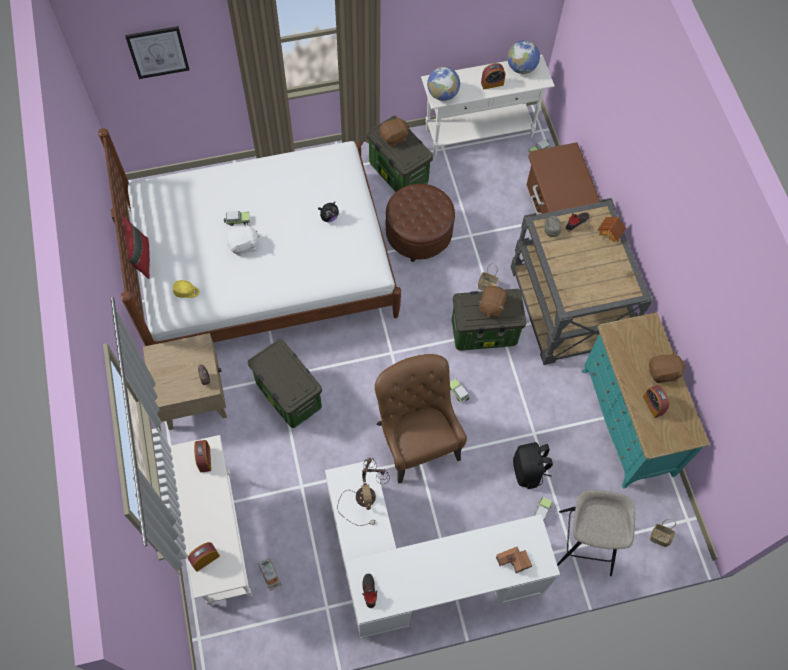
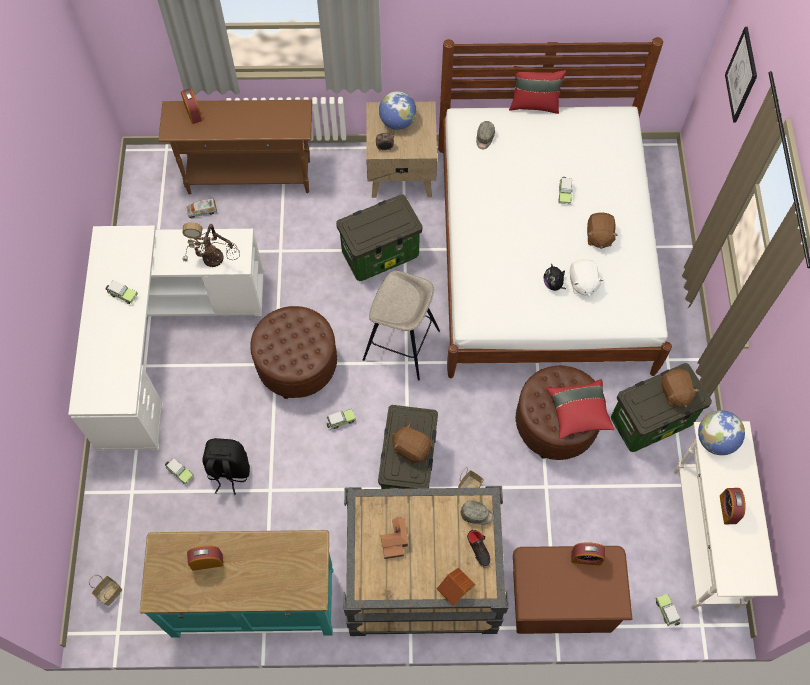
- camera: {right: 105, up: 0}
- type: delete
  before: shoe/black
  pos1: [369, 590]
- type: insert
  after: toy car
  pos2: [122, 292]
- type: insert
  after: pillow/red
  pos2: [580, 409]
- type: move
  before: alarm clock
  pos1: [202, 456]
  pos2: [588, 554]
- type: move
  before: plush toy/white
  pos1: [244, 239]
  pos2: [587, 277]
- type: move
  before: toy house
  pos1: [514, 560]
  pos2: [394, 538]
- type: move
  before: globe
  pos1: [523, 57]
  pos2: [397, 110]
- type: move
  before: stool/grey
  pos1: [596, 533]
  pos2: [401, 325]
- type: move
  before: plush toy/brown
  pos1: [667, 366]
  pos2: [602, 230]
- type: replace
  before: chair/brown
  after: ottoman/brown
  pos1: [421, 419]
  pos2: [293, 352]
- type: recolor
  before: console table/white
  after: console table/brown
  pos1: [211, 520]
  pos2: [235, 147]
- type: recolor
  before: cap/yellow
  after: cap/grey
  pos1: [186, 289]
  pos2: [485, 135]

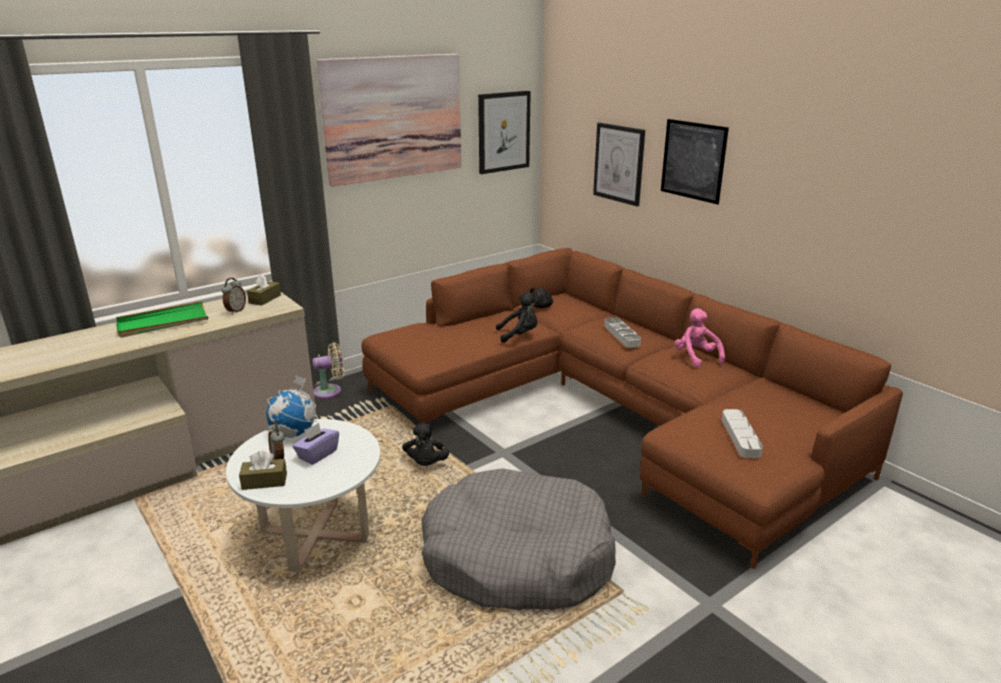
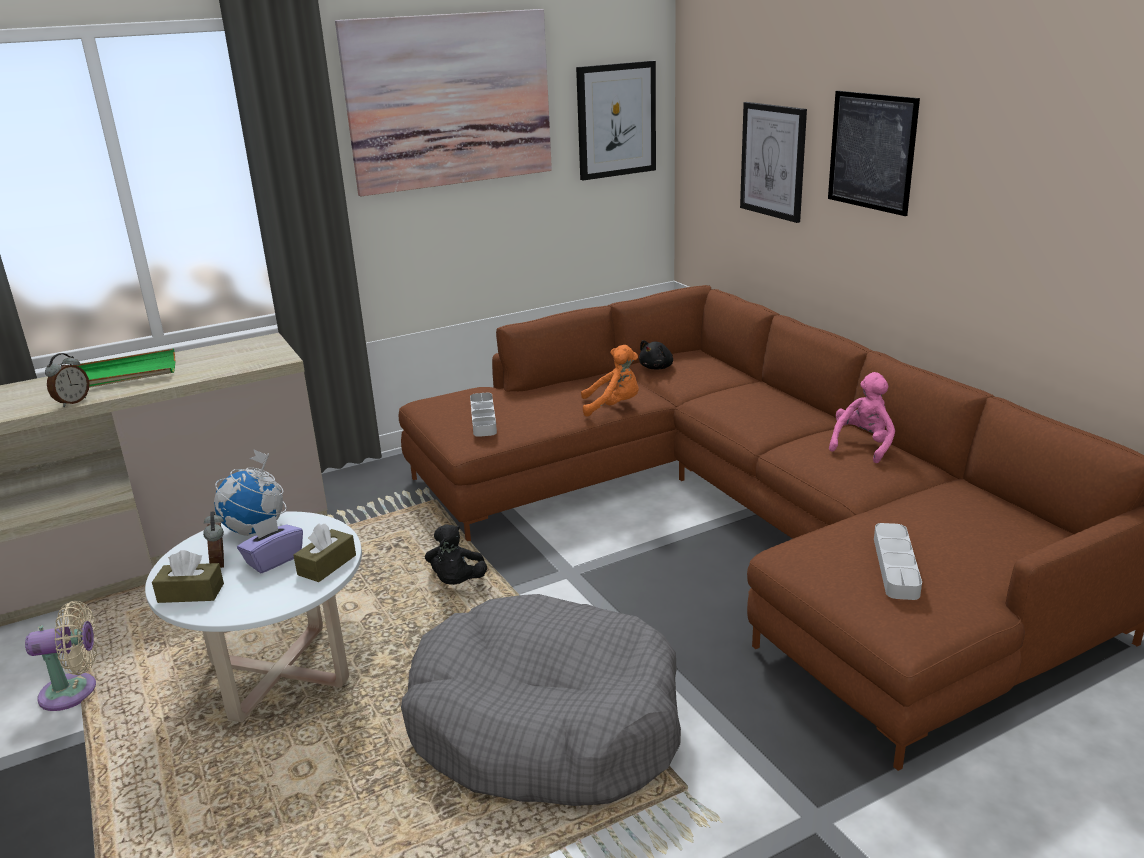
- camera: {right: 10, up: 0}
- type: move
  before: alarm clock
  pos1: [234, 296]
  pos2: [67, 380]
- type: move
  before: tissue box/brown
  pos1: [264, 290]
  pos2: [324, 552]
- type: move
  before: fan/beige
  pos1: [328, 370]
  pos2: [61, 656]
- type: move
  before: tray/grey
  pos1: [622, 332]
  pos2: [483, 415]
- type: recolor
  before: plush toy/black
  after: plush toy/orange
  pos1: [517, 317]
  pos2: [610, 380]
- type: rotate
  before: plush toy/pink
  pos1: [699, 338]
  pos2: [862, 417]
  turn: 45

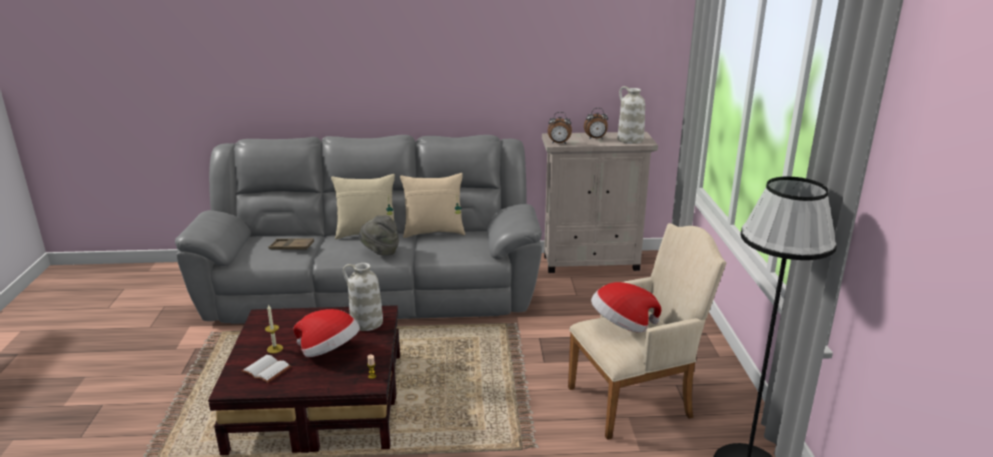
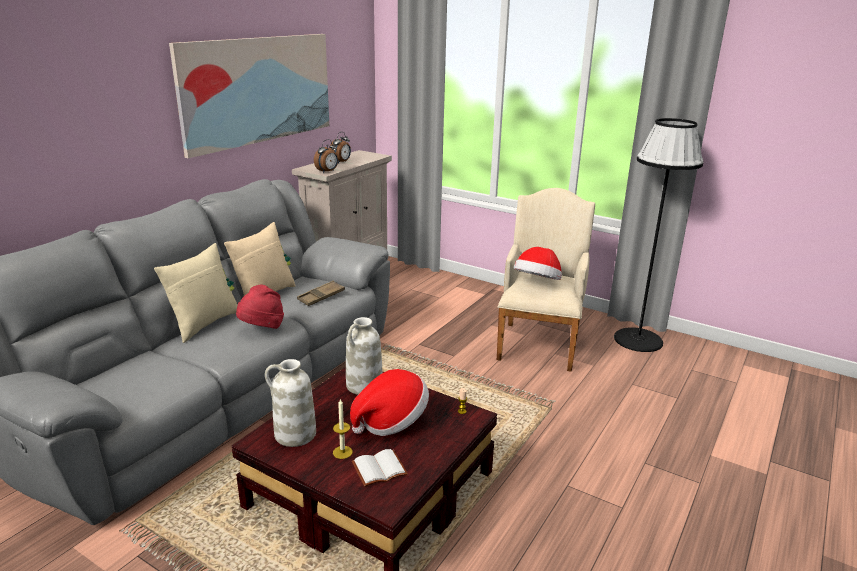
- camera: {right: -55, up: 0}
- type: insert
  after: picture
  pos2: [249, 96]
- type: move
  before: tray/brown
  pos1: [291, 244]
  pos2: [321, 293]
- type: move
  before: vase/white
  pos1: [631, 115]
  pos2: [290, 403]
- type: recolor
  before: hat/grey
  after: hat/red
  pos1: [379, 235]
  pos2: [260, 307]

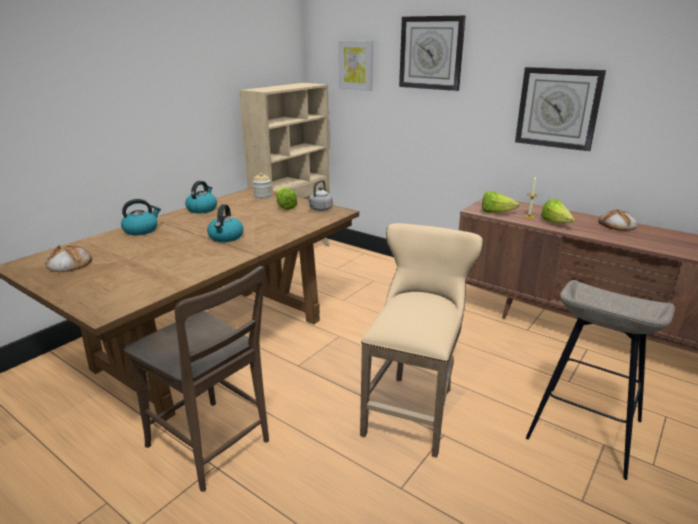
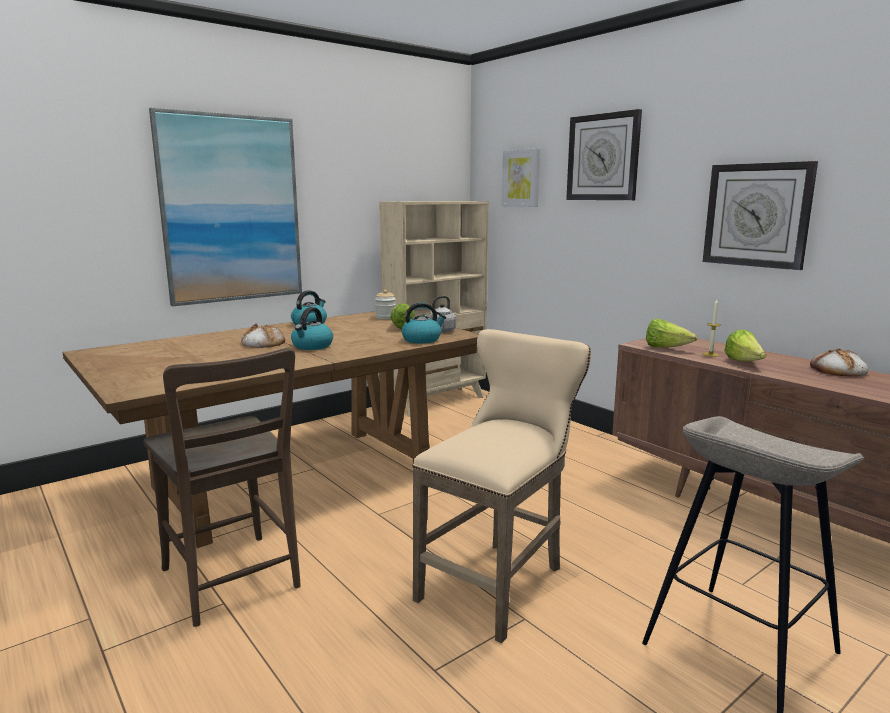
- camera: {right: 15, up: -10}
- type: insert
  after: picture
  pos2: [225, 207]
- type: move
  before: bread
  pos1: [68, 258]
  pos2: [263, 335]
- type: move
  before: kettle
  pos1: [141, 217]
  pos2: [423, 323]

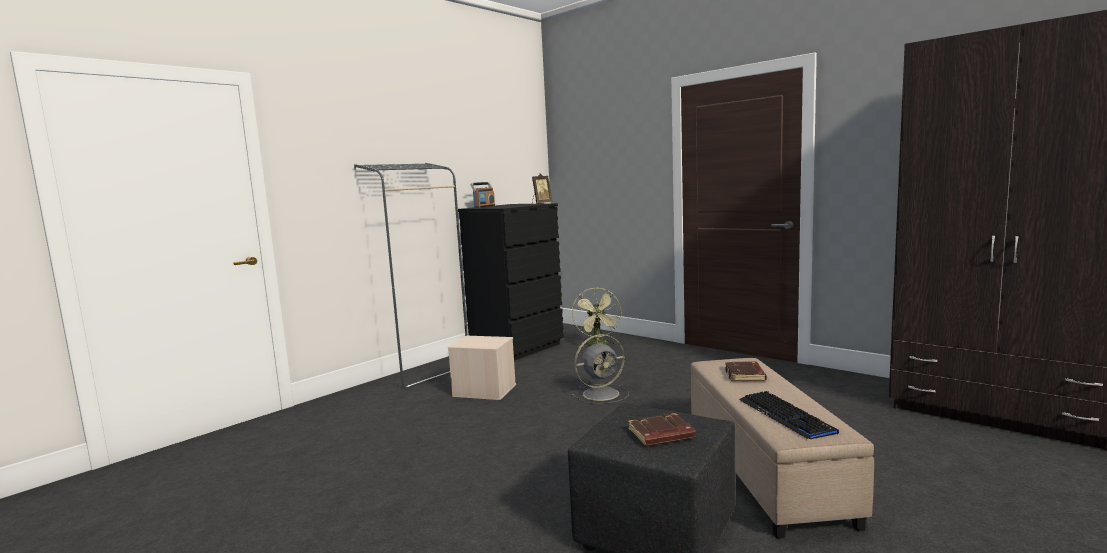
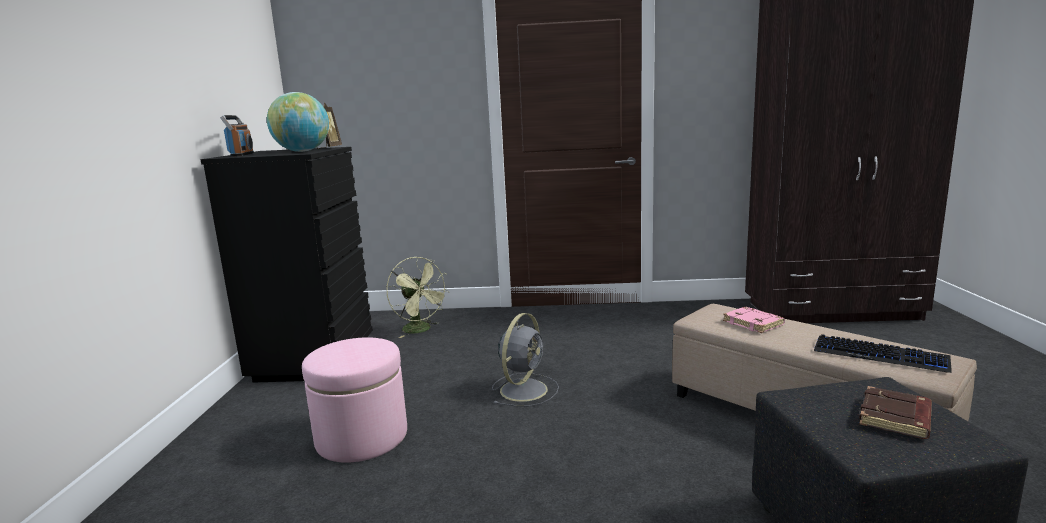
- camera: {right: -40, up: 5}
- type: delete
  before: clothes rack/grey
  pos1: [411, 275]
- type: insert
  after: globe
  pos2: [298, 122]
- type: replace
  before: storage box/beige
  after: ottoman/pink
  pos1: [482, 368]
  pos2: [354, 400]
- type: recolor
  before: book/brown
  after: book/pink
  pos1: [746, 371]
  pos2: [754, 320]

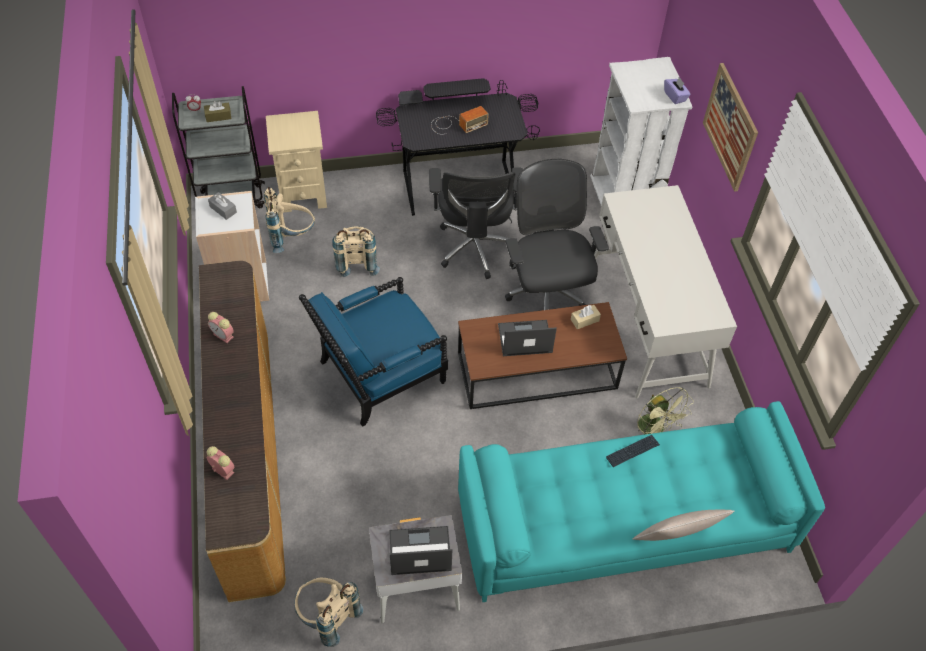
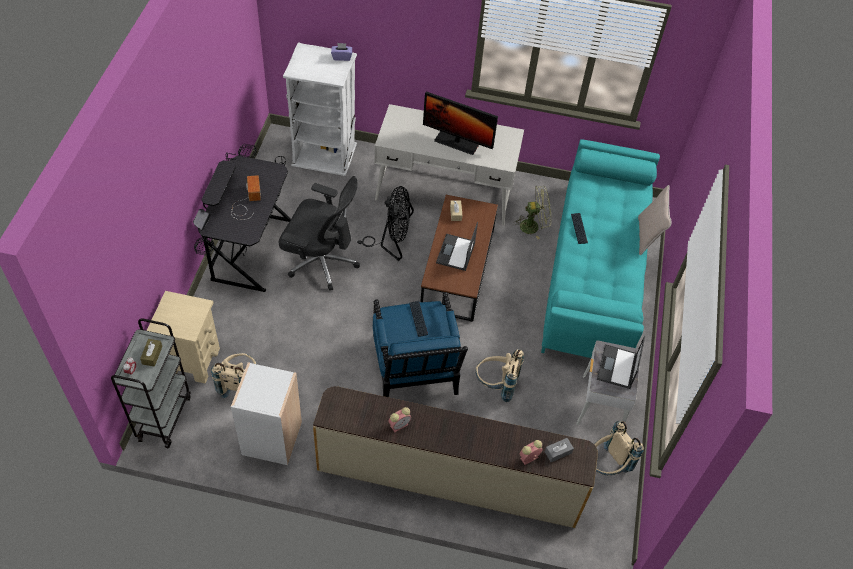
- camera: {right: -70, up: 0}
- type: delete
  before: picture
  pos1: [730, 127]
- type: insert
  after: keyboard
  pos2: [418, 319]
- type: insert
  after: monitor
  pos2: [460, 123]
- type: move
  before: tissue box/grey
  pos1: [222, 206]
  pos2: [559, 450]
- type: move
  before: backpack/beige
  pos1: [356, 251]
  pos2: [499, 375]
- type: replace
  before: office chair
  after: fan/black
  pos1: [557, 234]
  pos2: [385, 223]

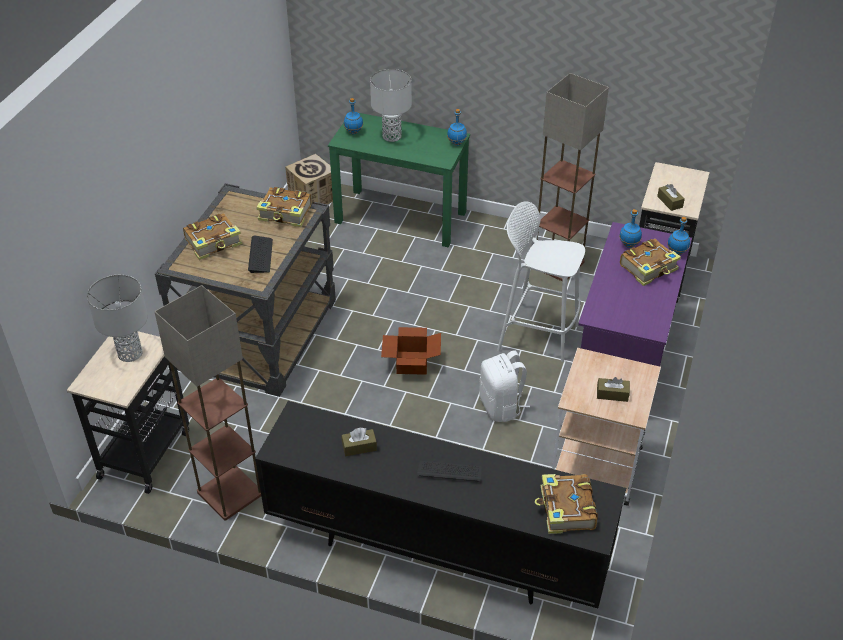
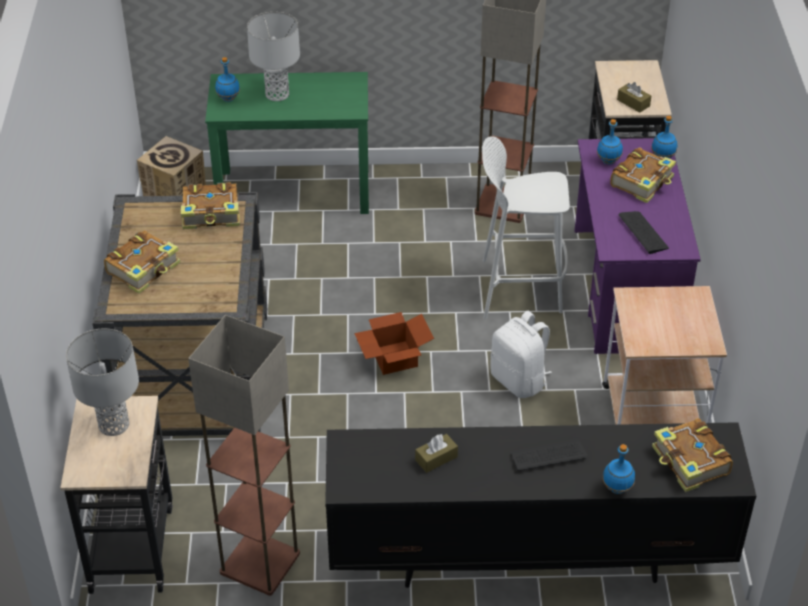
- camera: {right: -20, up: 0}
- type: delete
  before: tissue box/brown
  pos1: [613, 389]
- type: move
  before: keyboard
  pos1: [260, 254]
  pos2: [643, 232]
- type: move
  before: bottle/blue
  pos1: [457, 127]
  pos2: [619, 469]

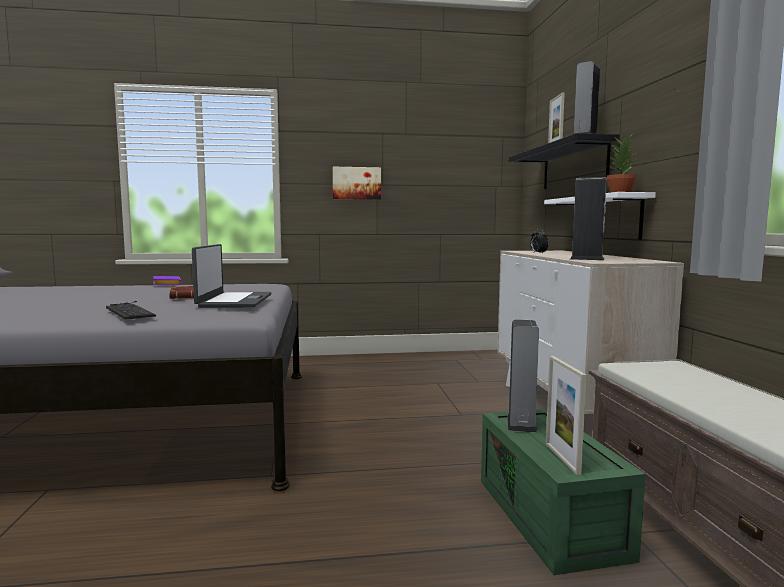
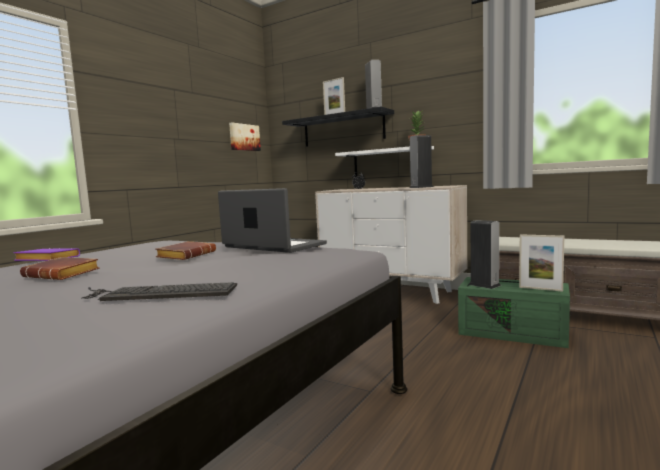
- camera: {right: -50, up: 0}
- type: insert
  after: book/brown
  pos2: [60, 268]
- type: move
  before: keyboard
  pos1: [131, 310]
  pos2: [159, 291]
- type: move
  before: picture
  pos1: [357, 183]
  pos2: [245, 137]

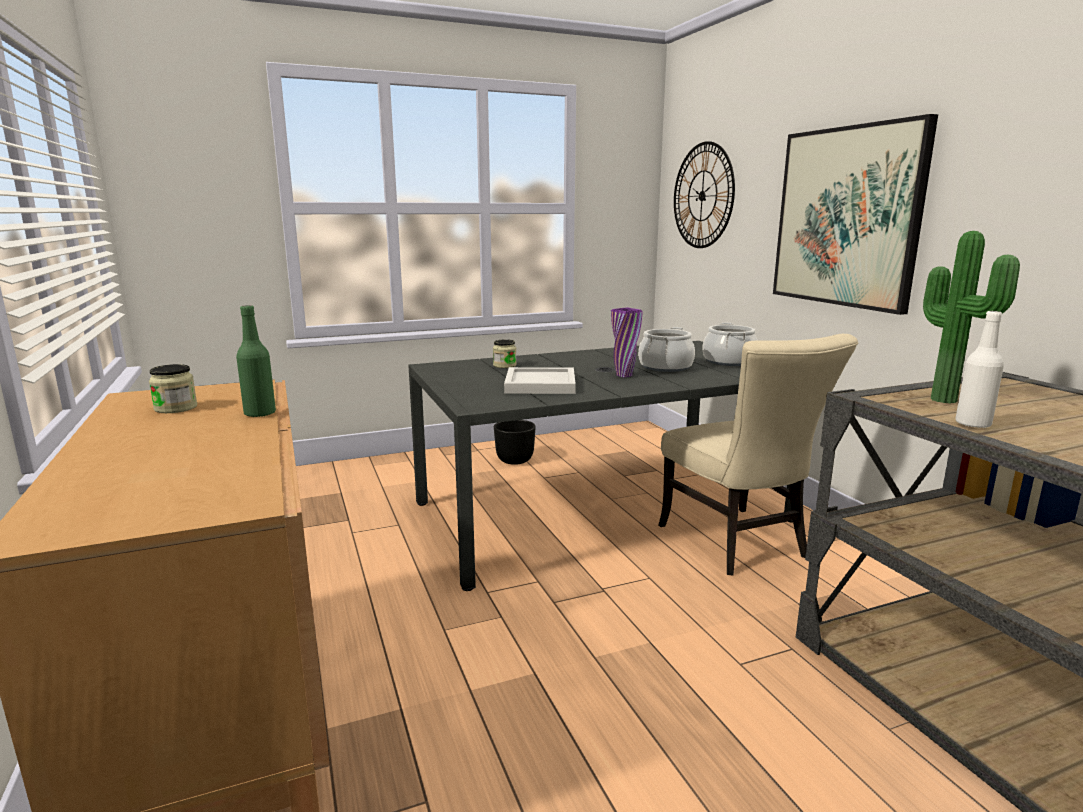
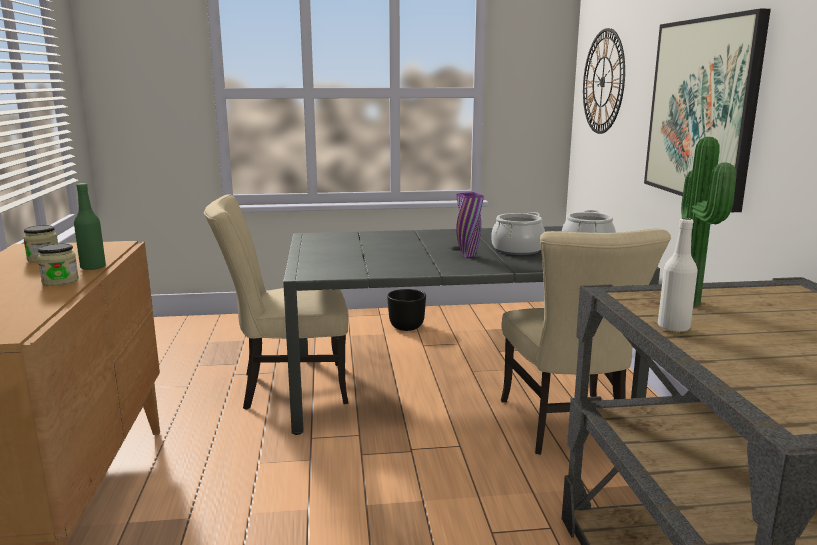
- camera: {right: 15, up: 0}
- type: delete
  before: tray/white
  pos1: [540, 380]
- type: insert
  after: chair/beige
  pos2: [276, 302]
- type: move
  before: jar
  pos1: [505, 353]
  pos2: [58, 264]

